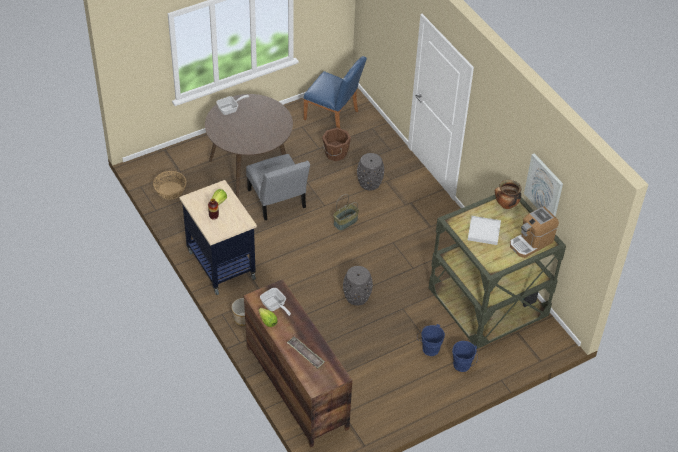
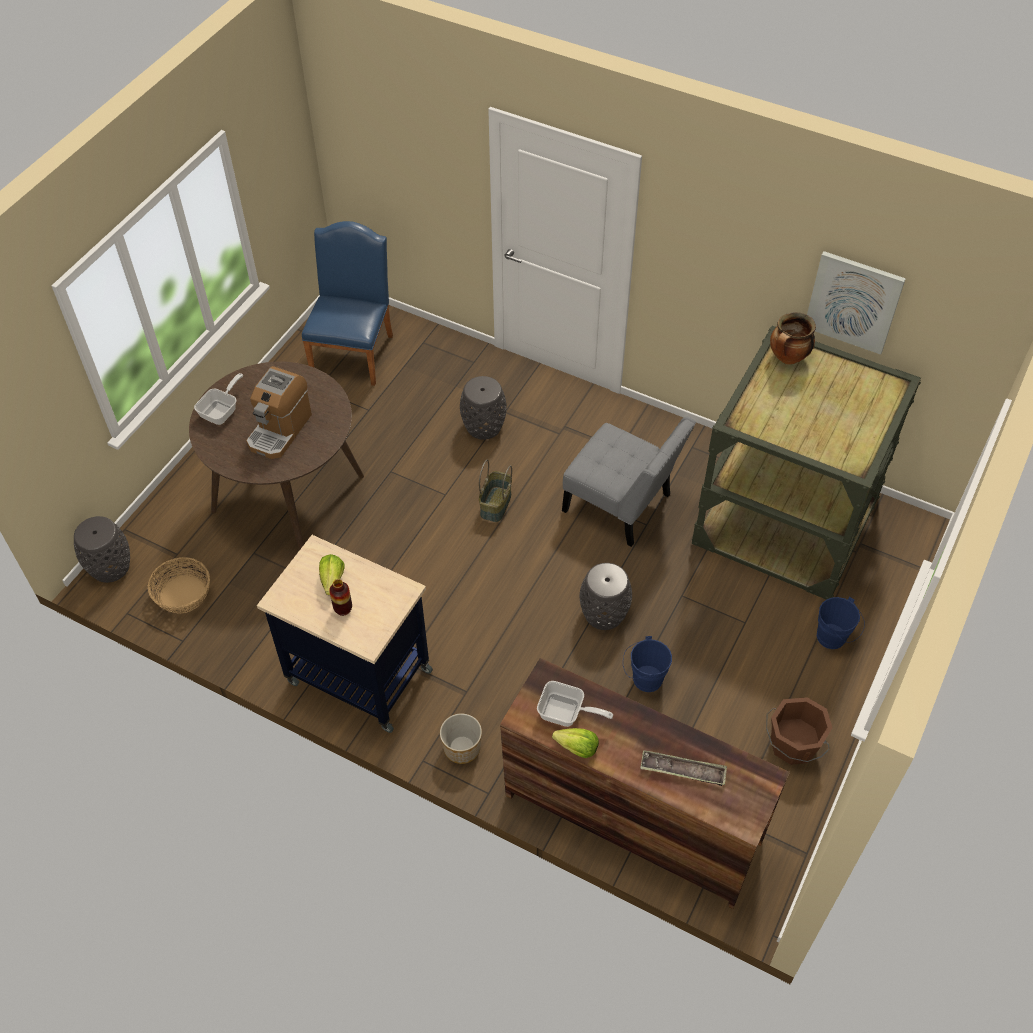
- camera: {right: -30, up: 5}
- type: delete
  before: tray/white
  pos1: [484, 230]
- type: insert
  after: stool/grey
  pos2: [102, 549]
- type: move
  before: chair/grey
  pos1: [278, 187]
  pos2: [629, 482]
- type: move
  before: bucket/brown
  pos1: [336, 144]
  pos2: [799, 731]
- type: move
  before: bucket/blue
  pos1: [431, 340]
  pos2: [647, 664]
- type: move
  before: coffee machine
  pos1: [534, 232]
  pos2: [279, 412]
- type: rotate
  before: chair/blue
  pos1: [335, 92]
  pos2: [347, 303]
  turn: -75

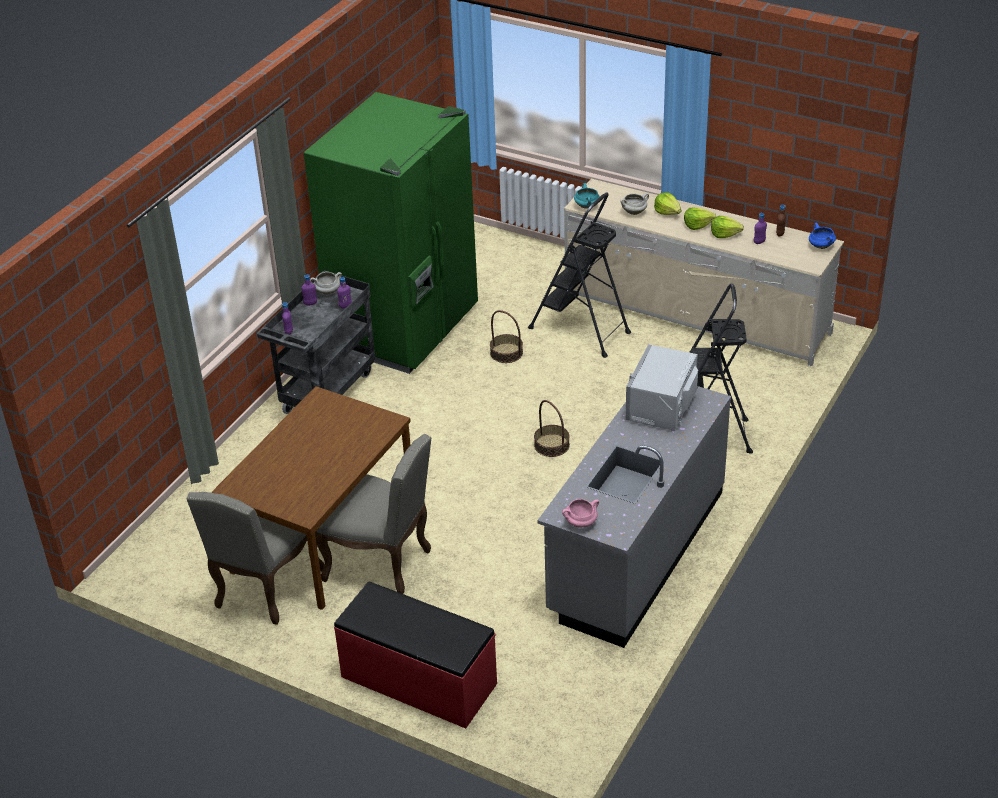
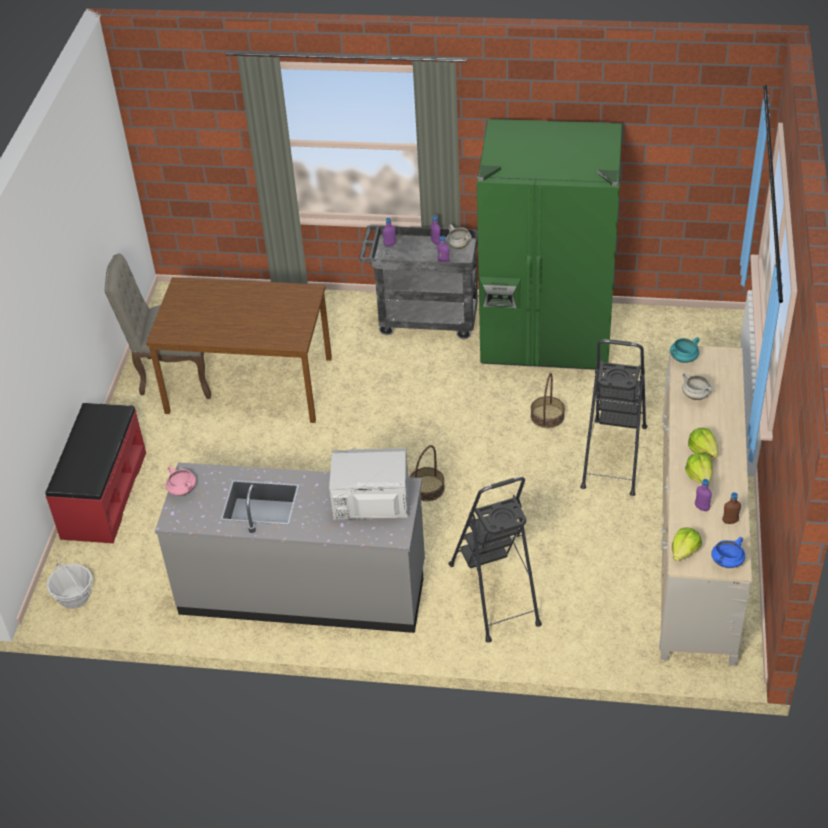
- camera: {right: 70, up: 5}
- type: delete
  before: chair/grey
  pos1: [374, 514]
- type: insert
  after: basket
  pos2: [70, 586]
- type: move
  before: lettuce
  pos1: [667, 203]
  pos2: [687, 544]

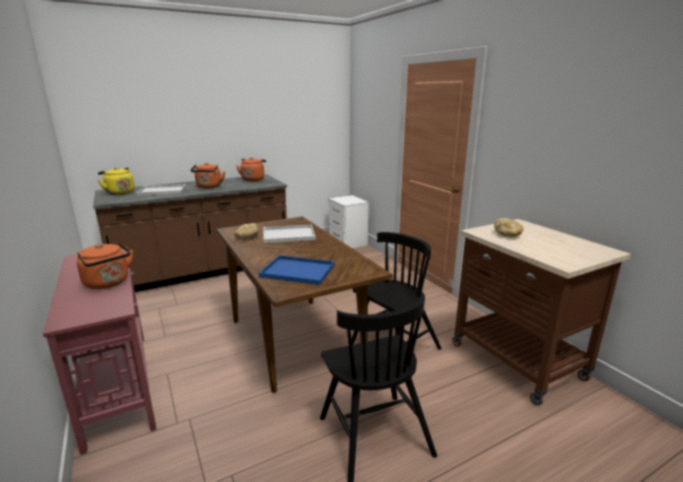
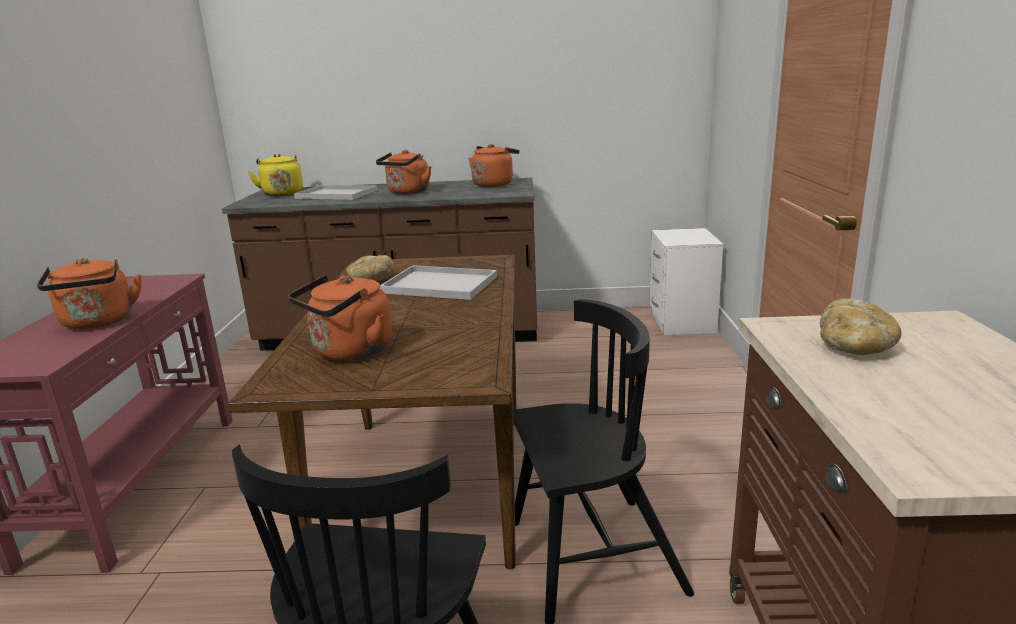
- camera: {right: 30, up: 0}
- type: replace
  before: tray/blue
  after: kettle/orange
  pos1: [297, 270]
  pos2: [340, 318]

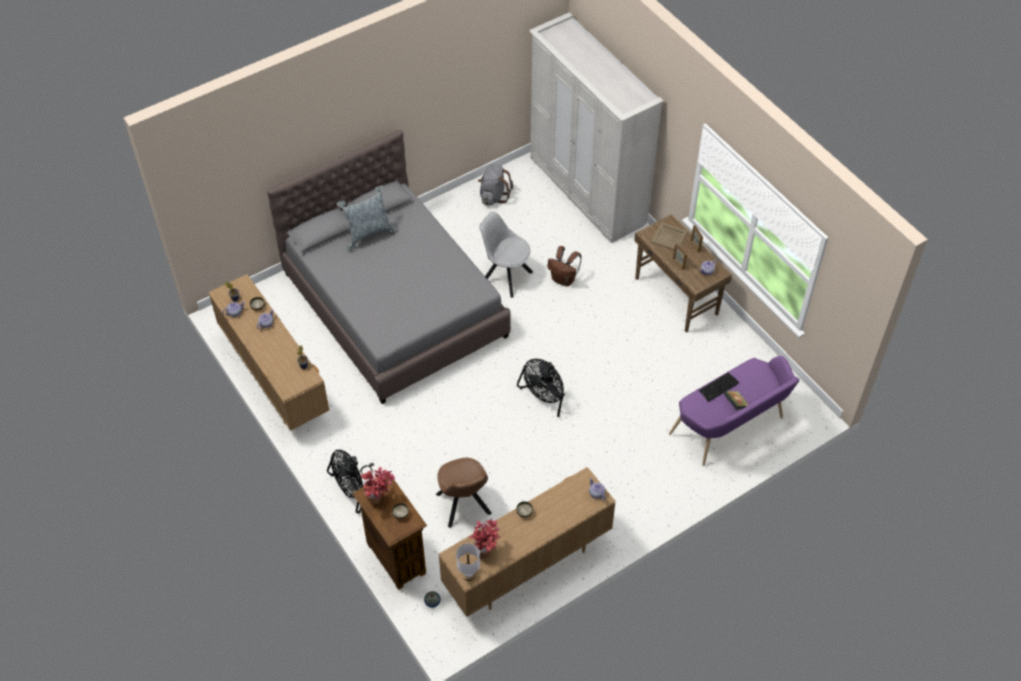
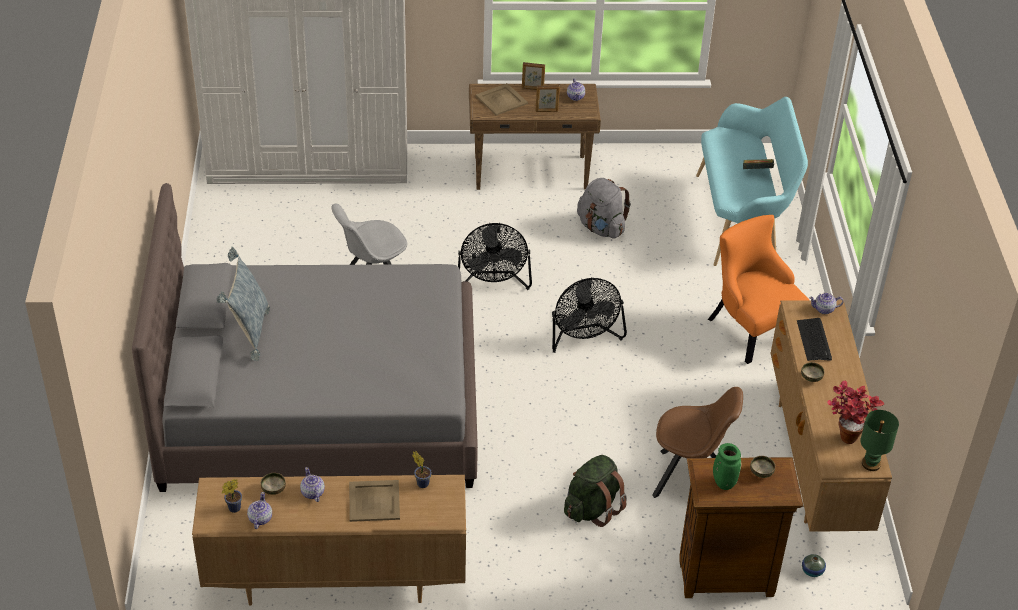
- camera: {right: -60, up: -10}
- type: delete
  before: backpack/brown
  pos1: [564, 266]
- type: insert
  after: tray/beige
  pos2: [374, 501]
- type: insert
  after: backpack/green
  pos2: [595, 491]
- type: insert
  after: chair/orange
  pos2: [758, 289]
- type: move
  before: fan/black
  pos1: [350, 482]
  pos2: [495, 256]
- type: move
  before: backpack/grey
  pos1: [495, 185]
  pos2: [604, 208]
- type: move
  before: keyboard
  pos1: [719, 387]
  pos2: [814, 339]
- type: replace
  before: potted plant
  after: vase/green
  pos1: [377, 485]
  pos2: [727, 466]
- type: recolor
  before: table lamp/white
  after: table lamp/green
  pos1: [468, 562]
  pos2: [879, 440]
- type: recolor
  before: bench/purple
  after: bench/turquoise
  pos1: [734, 411]
  pos2: [752, 181]

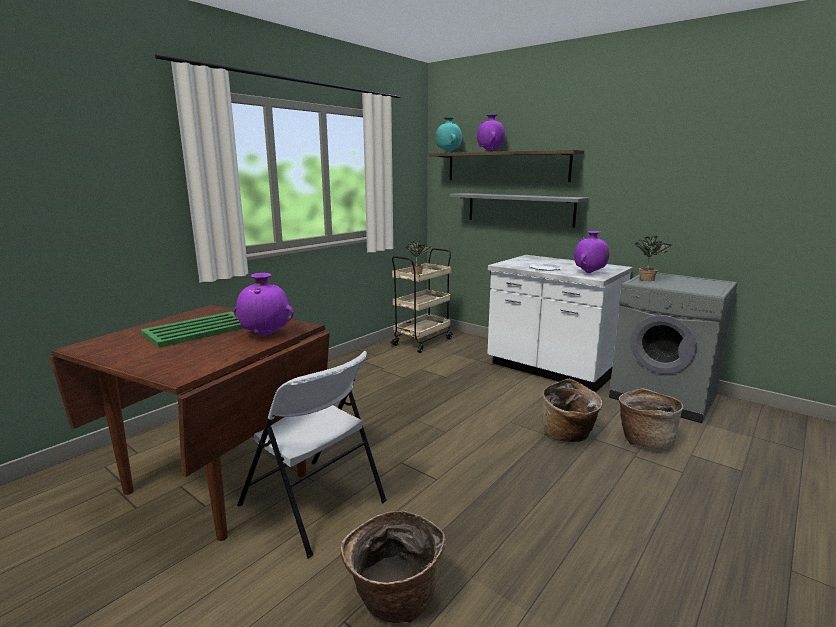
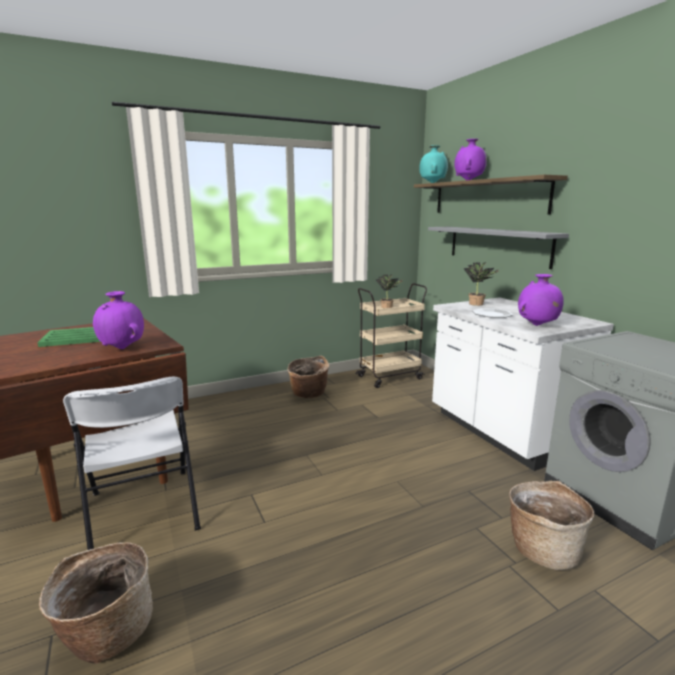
- camera: {right: 25, up: 0}
- type: move
  before: basket
  pos1: [572, 410]
  pos2: [308, 377]
- type: move
  before: potted plant
  pos1: [653, 258]
  pos2: [481, 284]

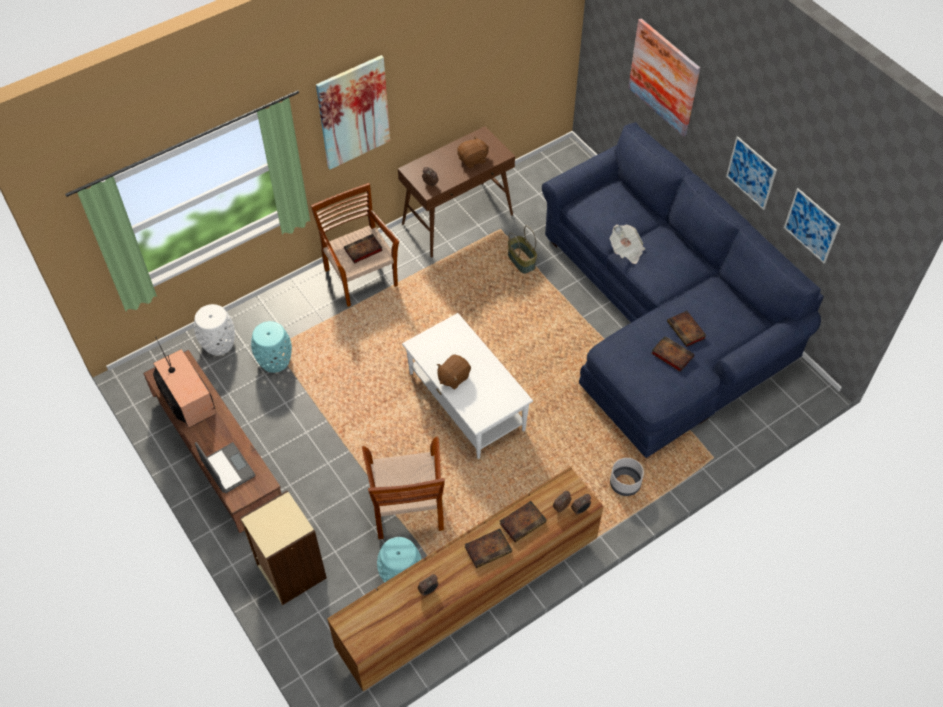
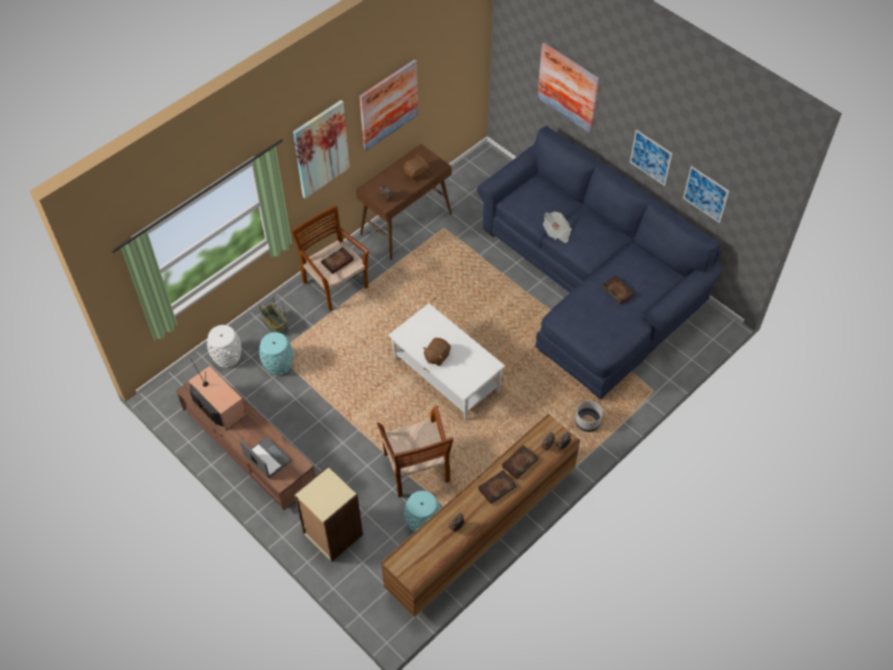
- camera: {right: -10, up: 0}
- type: delete
  before: book
  pos1: [672, 354]
- type: insert
  after: picture
  pos2: [388, 105]
- type: move
  before: basket
  pos1: [522, 250]
  pos2: [274, 315]

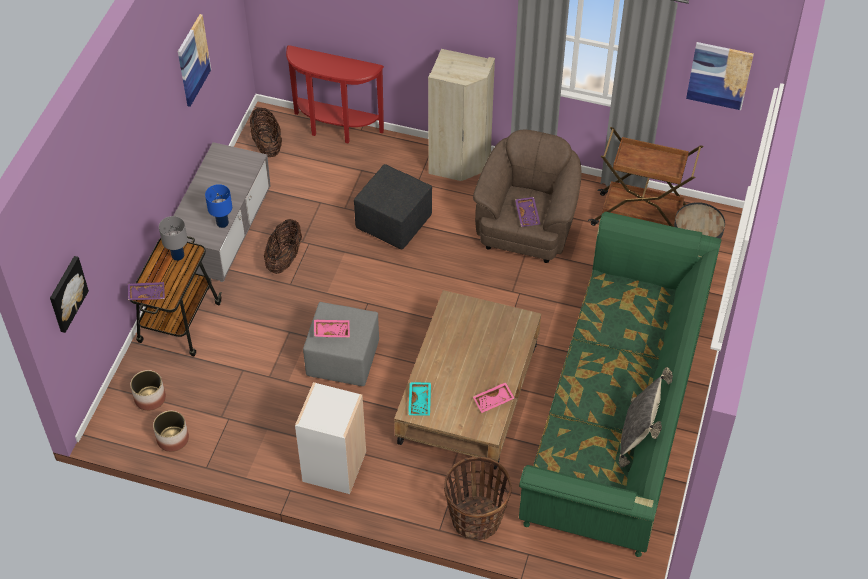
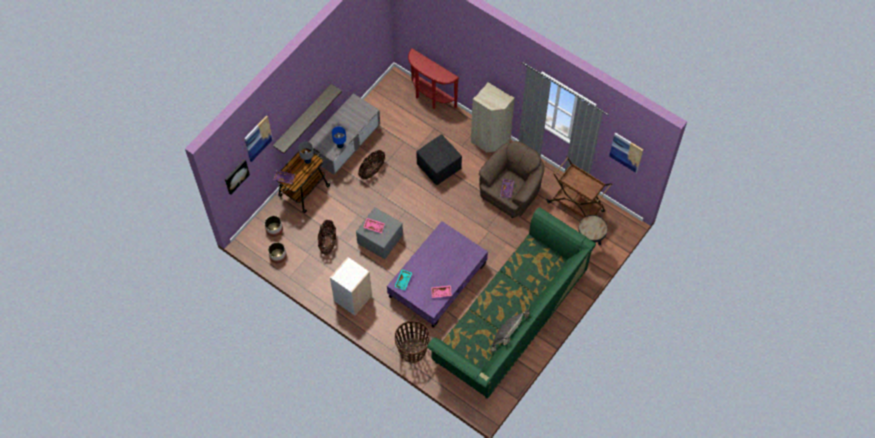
- camera: {right: 20, up: 10}
- type: insert
  after: shelf
  pos2: [307, 119]
- type: move
  before: picture
  pos1: [194, 60]
  pos2: [258, 138]
- type: move
  before: basket
  pos1: [266, 132]
  pos2: [327, 237]
- type: recolor
  before: coffee table/brown
  after: coffee table/purple
  pos1: [467, 380]
  pos2: [437, 274]

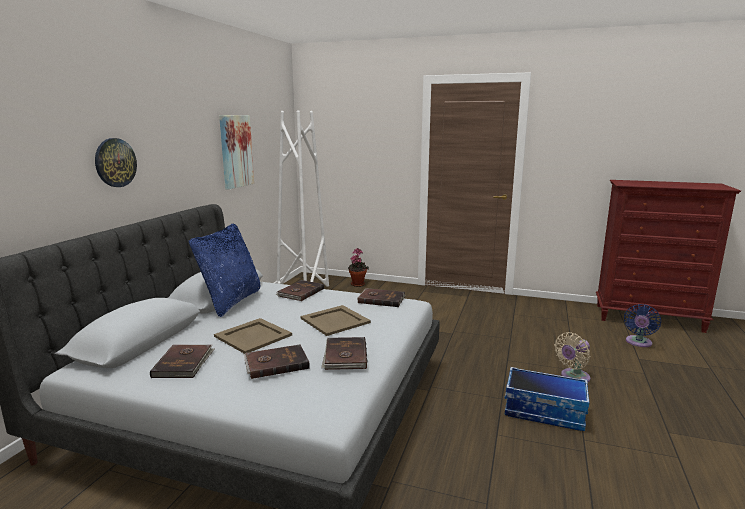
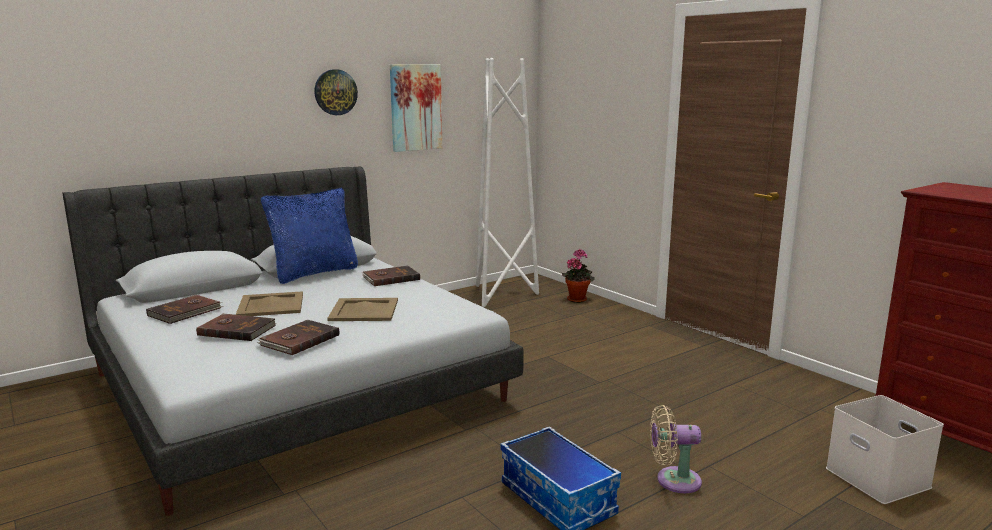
- camera: {right: 35, up: 0}
- type: delete
  before: book/brown
  pos1: [381, 297]
- type: move
  before: wall clock
  pos1: [116, 162]
  pos2: [336, 92]
- type: replace
  before: fan/blue
  after: storage box/white
  pos1: [642, 325]
  pos2: [885, 449]

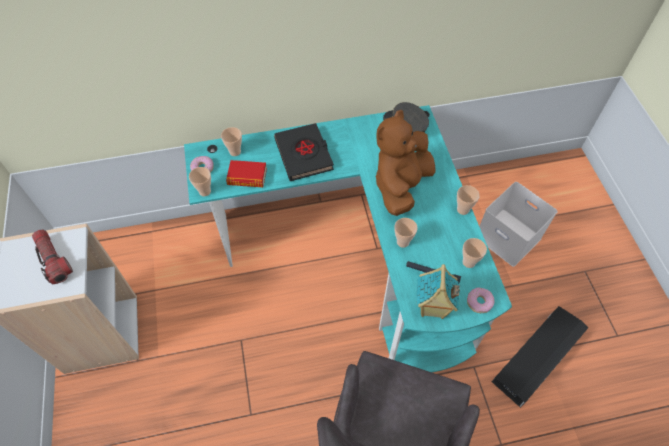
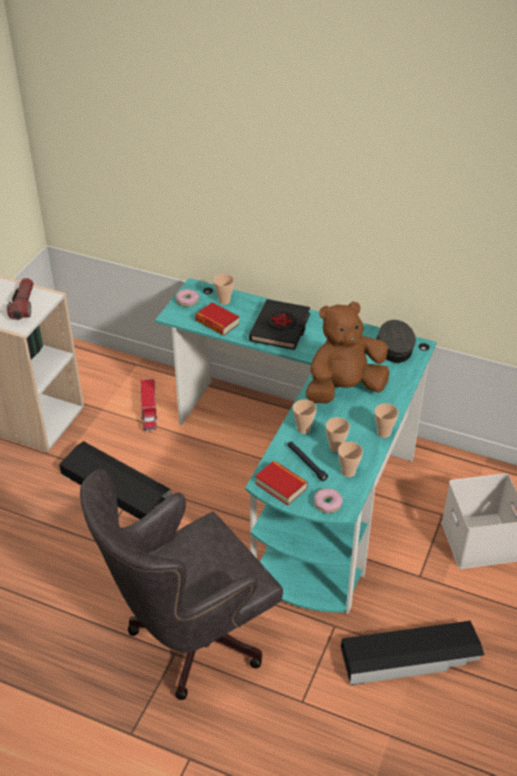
- camera: {right: 35, up: -15}
- type: insert
  after: storage box/black
  pos2: [115, 480]
- type: insert
  after: toy truck
  pos2: [149, 405]
- type: move
  before: cup
  pos1: [200, 181]
  pos2: [338, 434]
- type: replace
  before: toy house
  after: book
  pos1: [438, 291]
  pos2: [281, 483]

